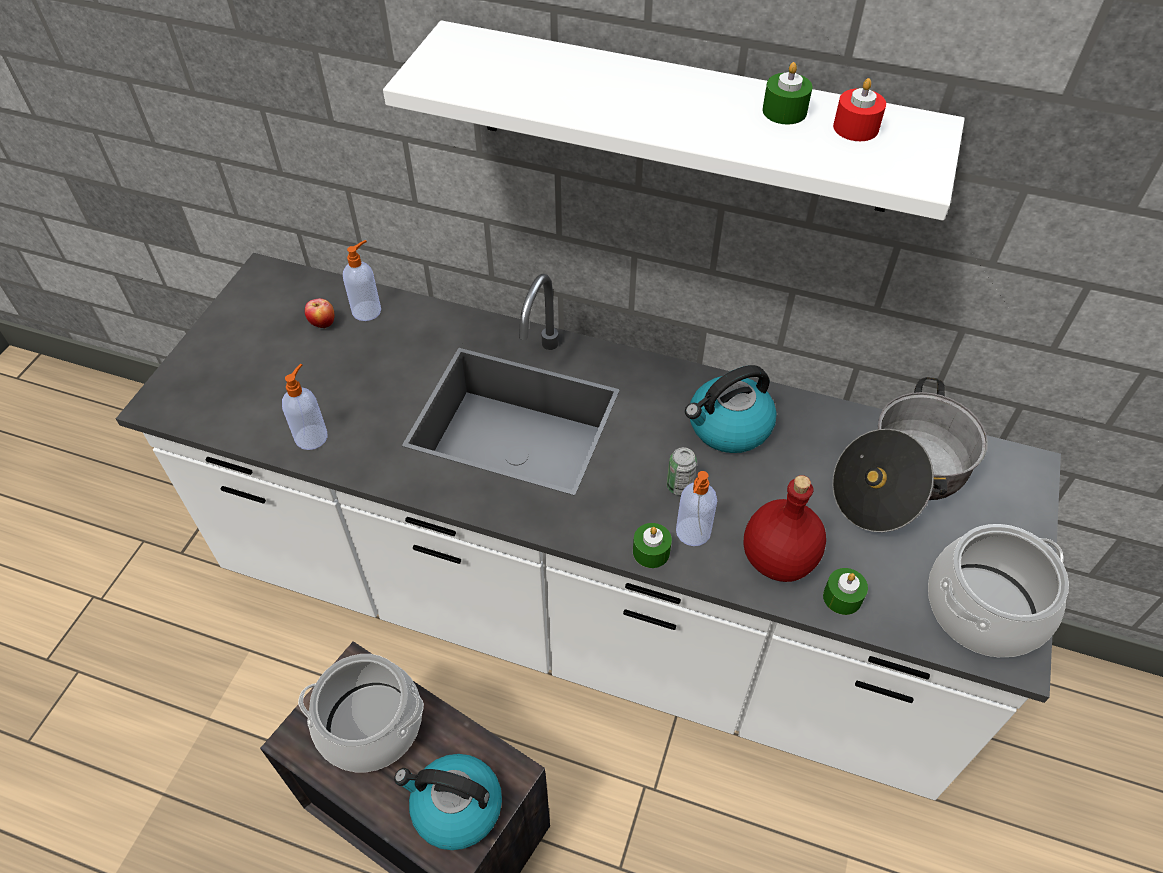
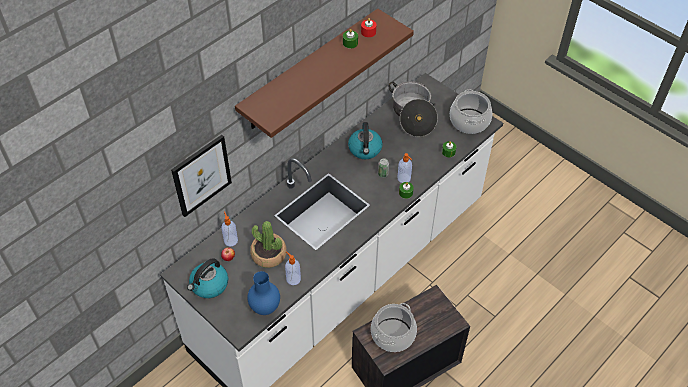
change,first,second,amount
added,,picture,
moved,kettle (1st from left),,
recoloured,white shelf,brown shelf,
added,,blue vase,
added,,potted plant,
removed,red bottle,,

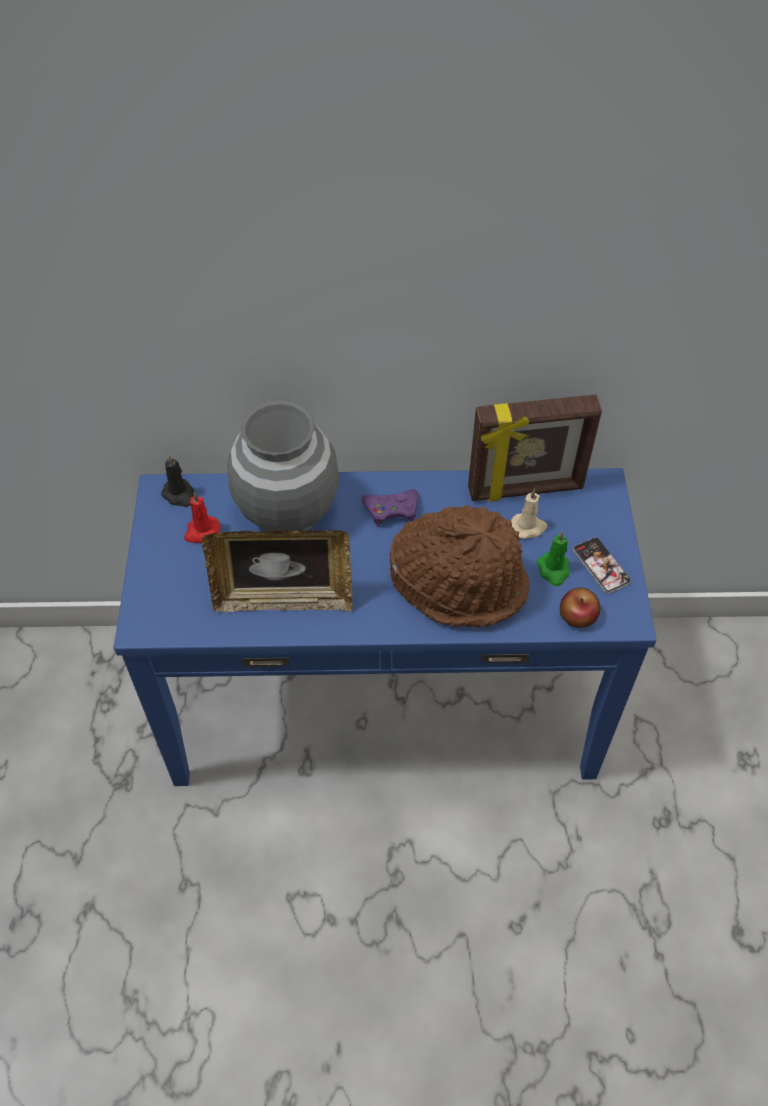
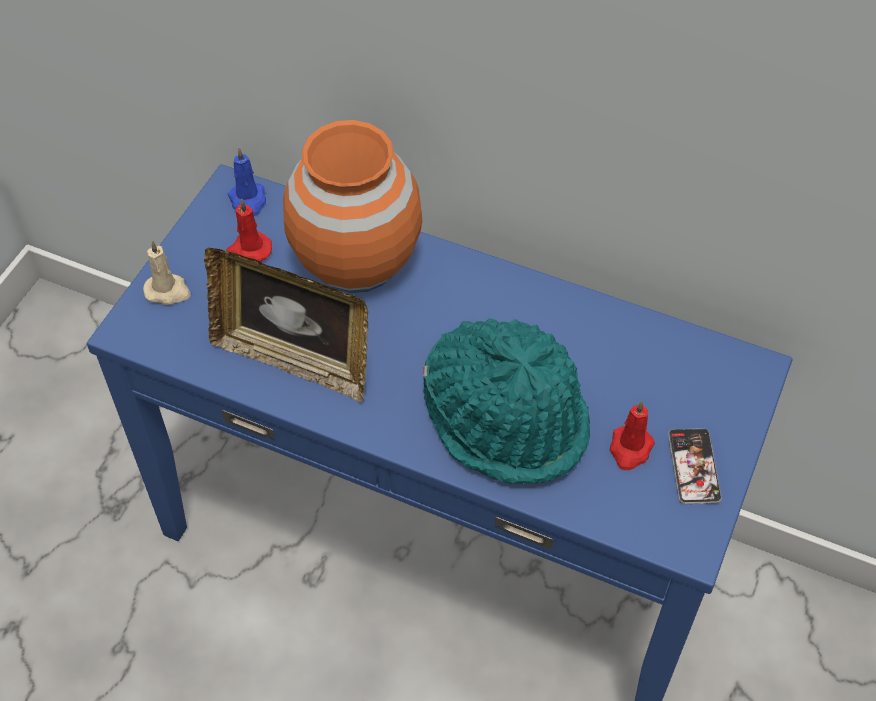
change,first,second,amount
moved,beige candle,,
recoloured,black candle,blue candle,
recoloured,grey vase,orange vase,
recoloured,brown hat,turquoise hat,
recoloured,green candle,red candle (2nd from left),
removed,purple game controller,,
removed,picture frame (2nd from left),,
removed,apple,,

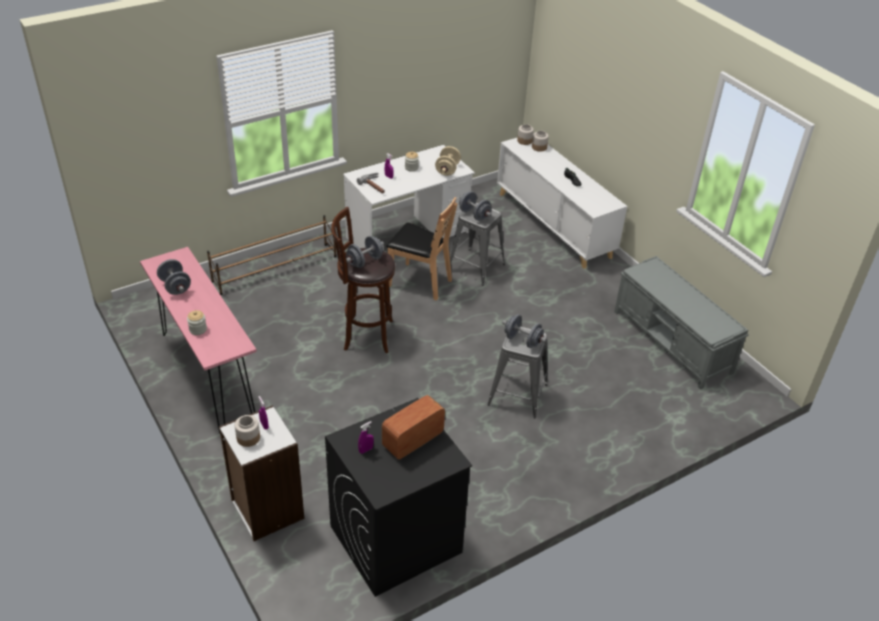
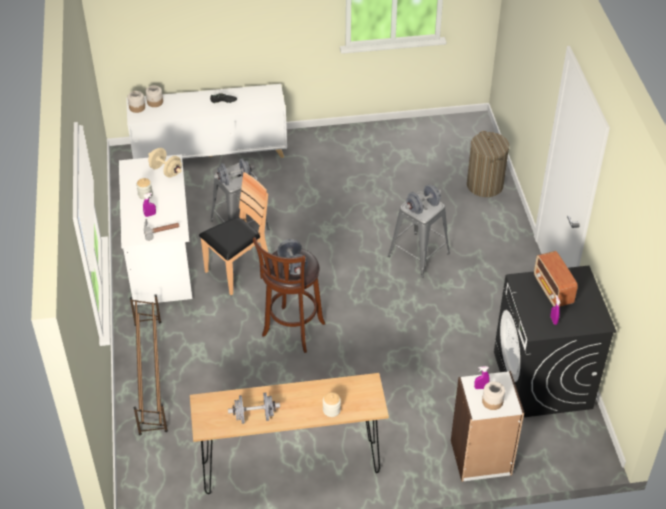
change,first,second,amount
recoloured,pink console table,brown console table,
added,,laundry basket,
removed,grey bench,,

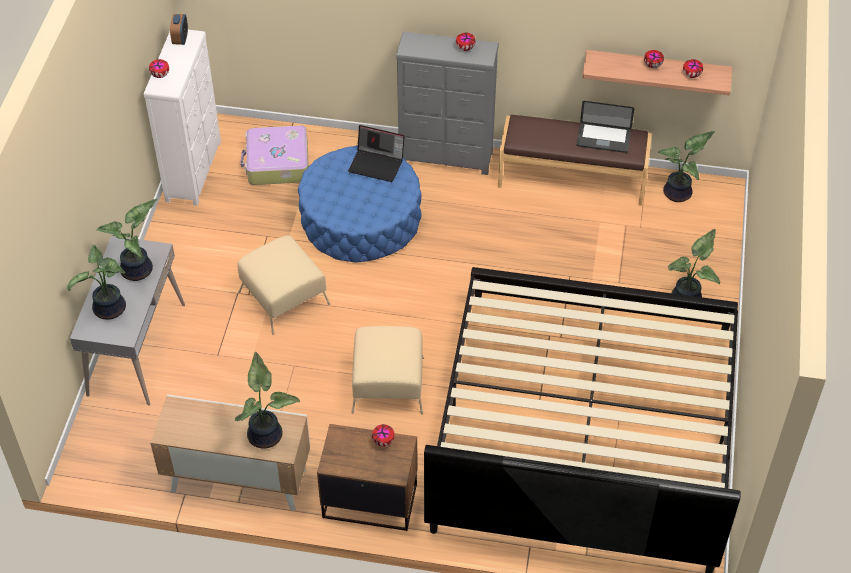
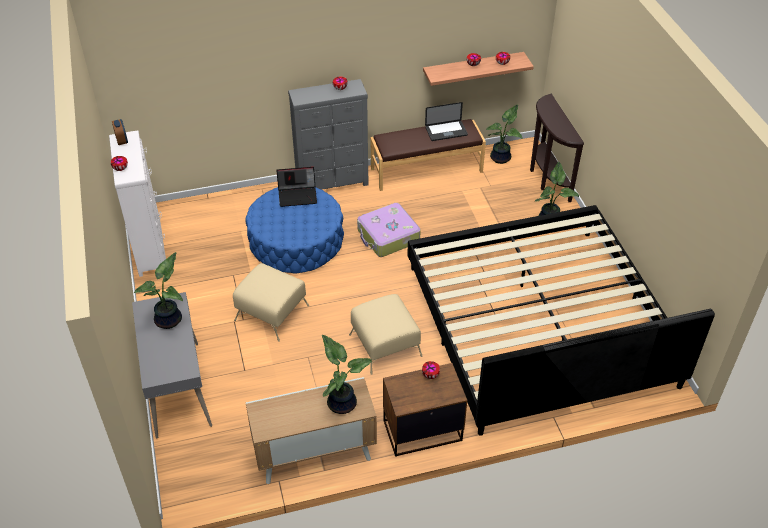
change,first,second,amount
moved,suitcase,,
added,,brown console table,
removed,potted plant (1st from left),,

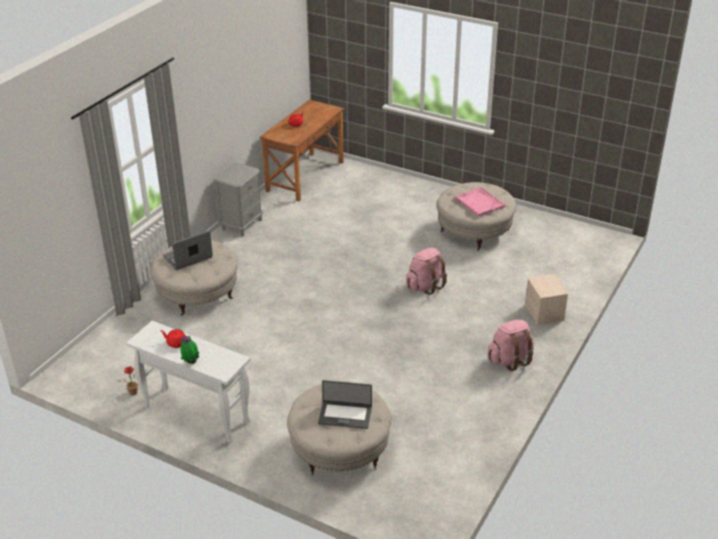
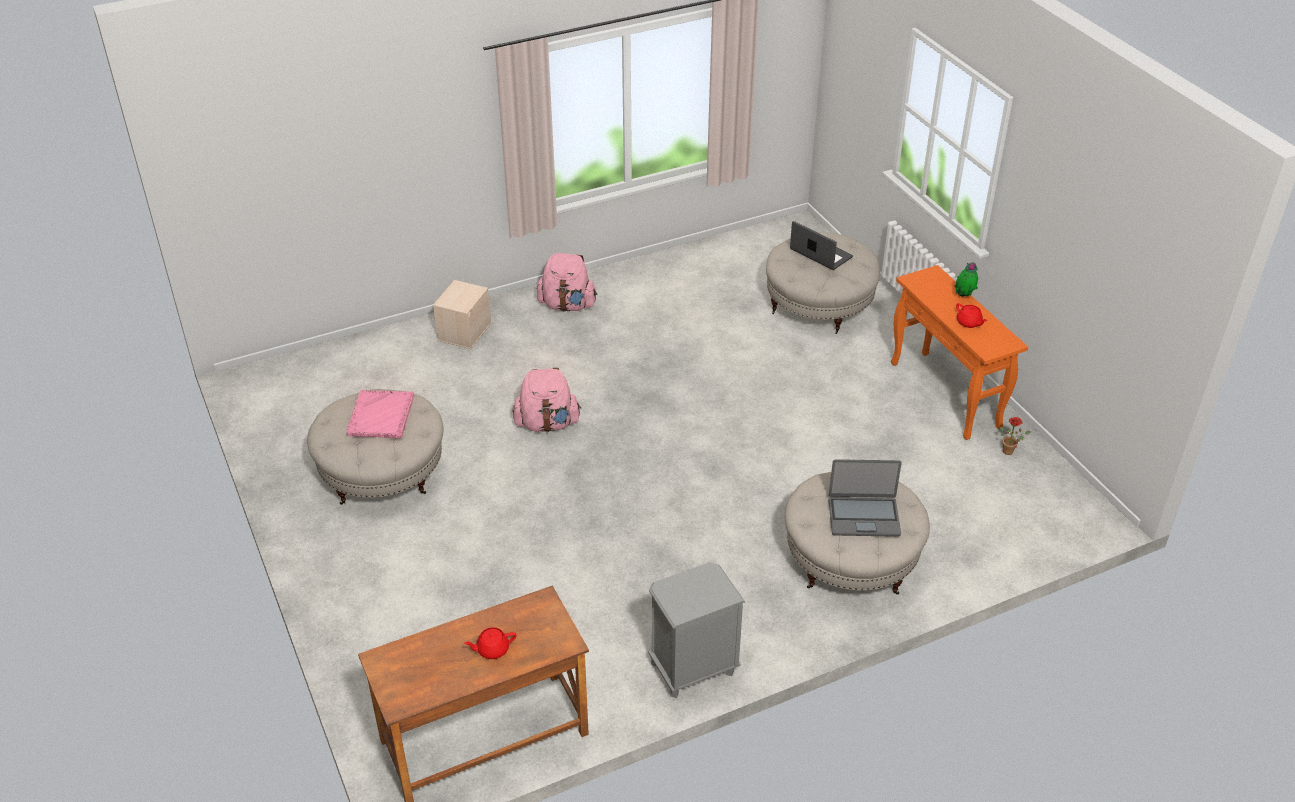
change,first,second,amount
recoloured,white console table,orange console table,

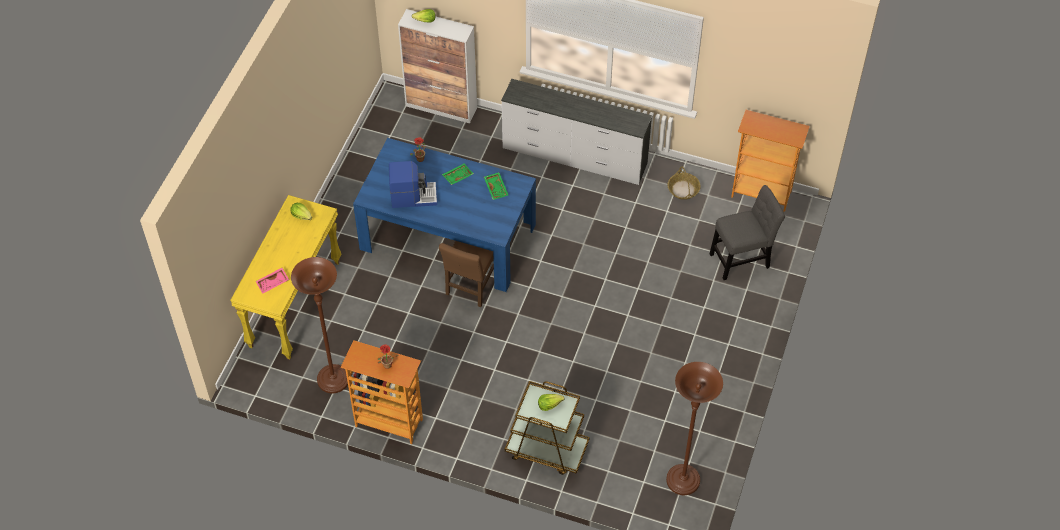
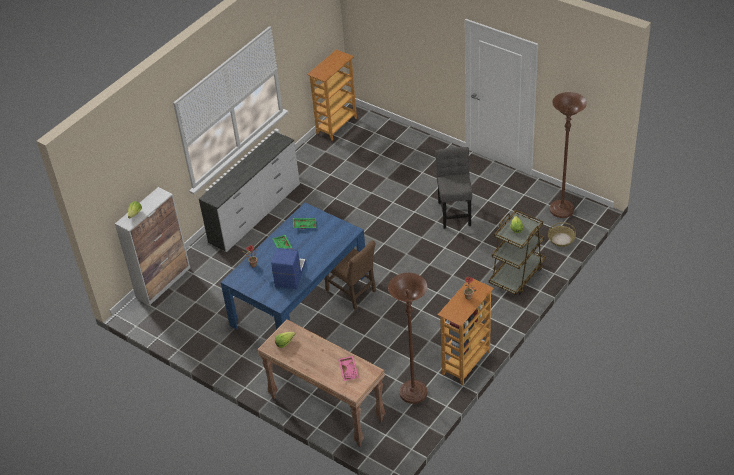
change,first,second,amount
recoloured,yellow console table,brown console table,
moved,grey chair,,
moved,basket,,

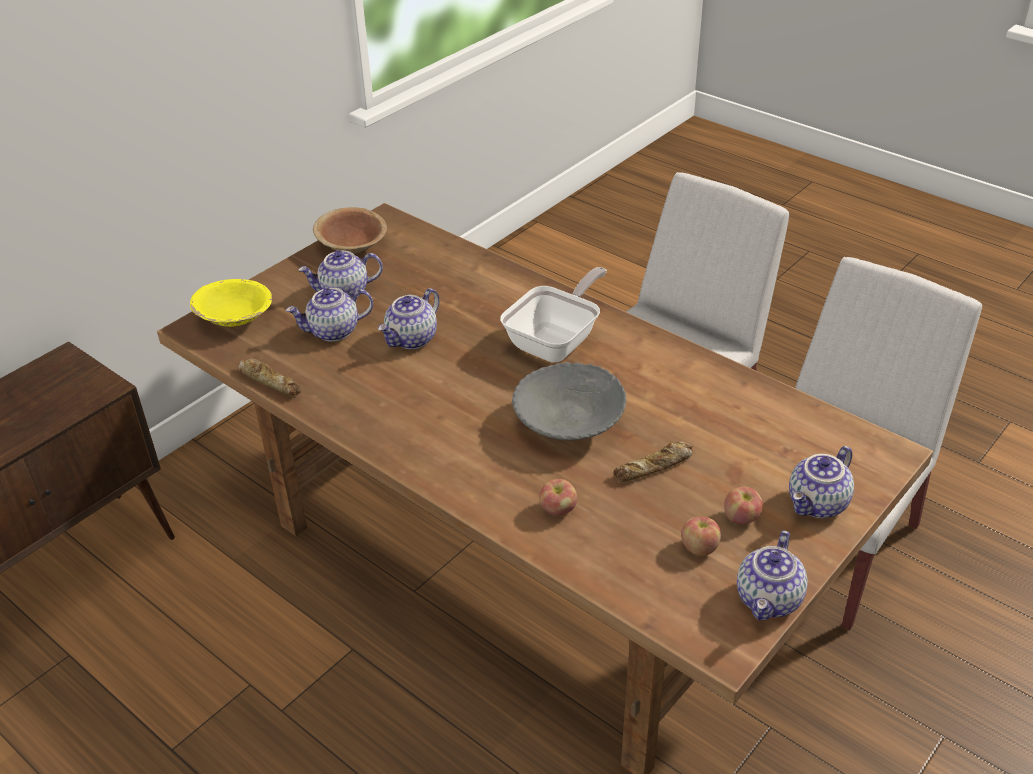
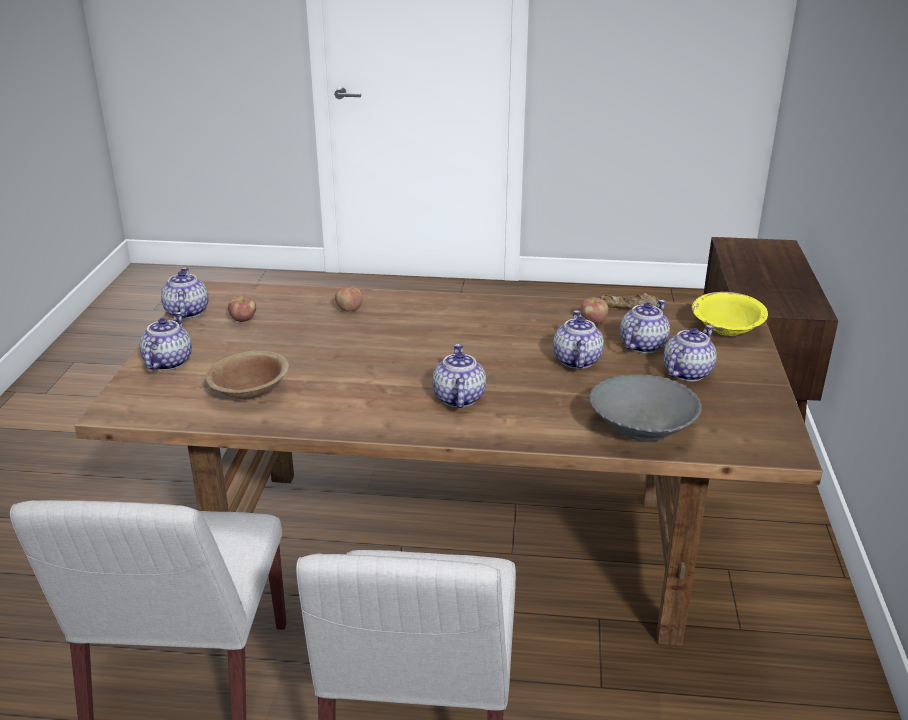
change,first,second,amount
moved,brown bowl,,
replaced,frying pan,teapot (3rd from left),
moved,apple (3rd from left),,
moved,grey bowl,,
removed,bread (2nd from left),,

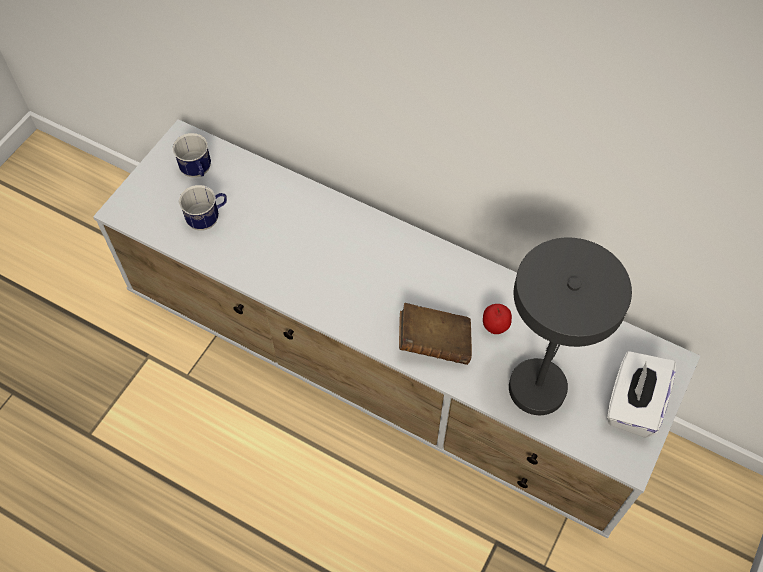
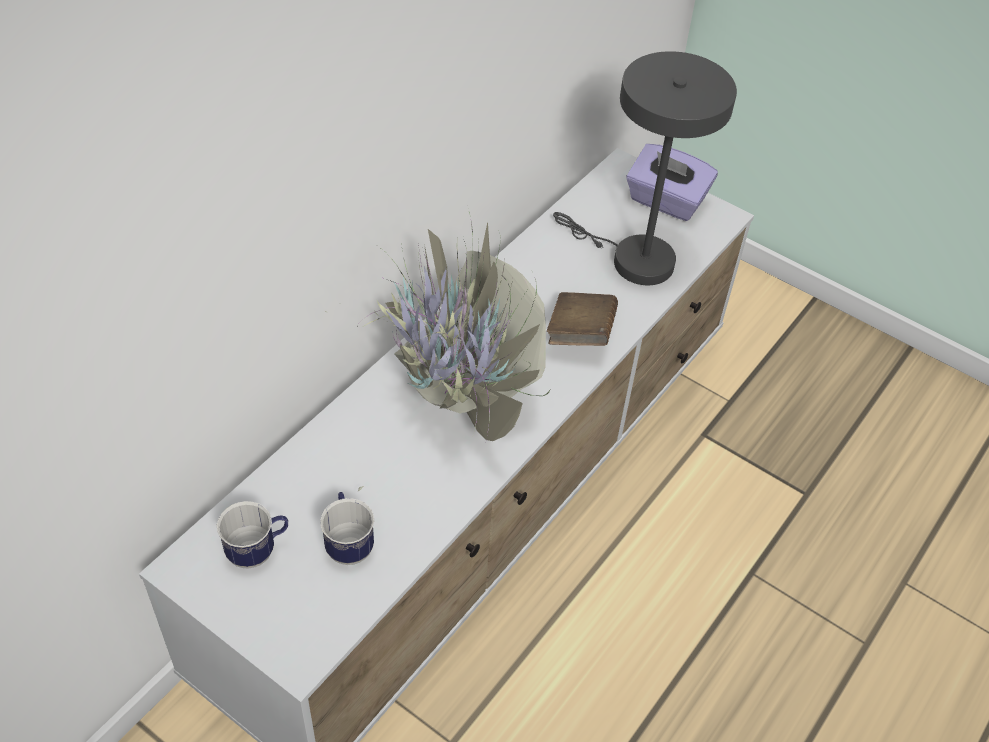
change,first,second,amount
added,,potted plant,
recoloured,white tissue box,purple tissue box,
removed,apple,,

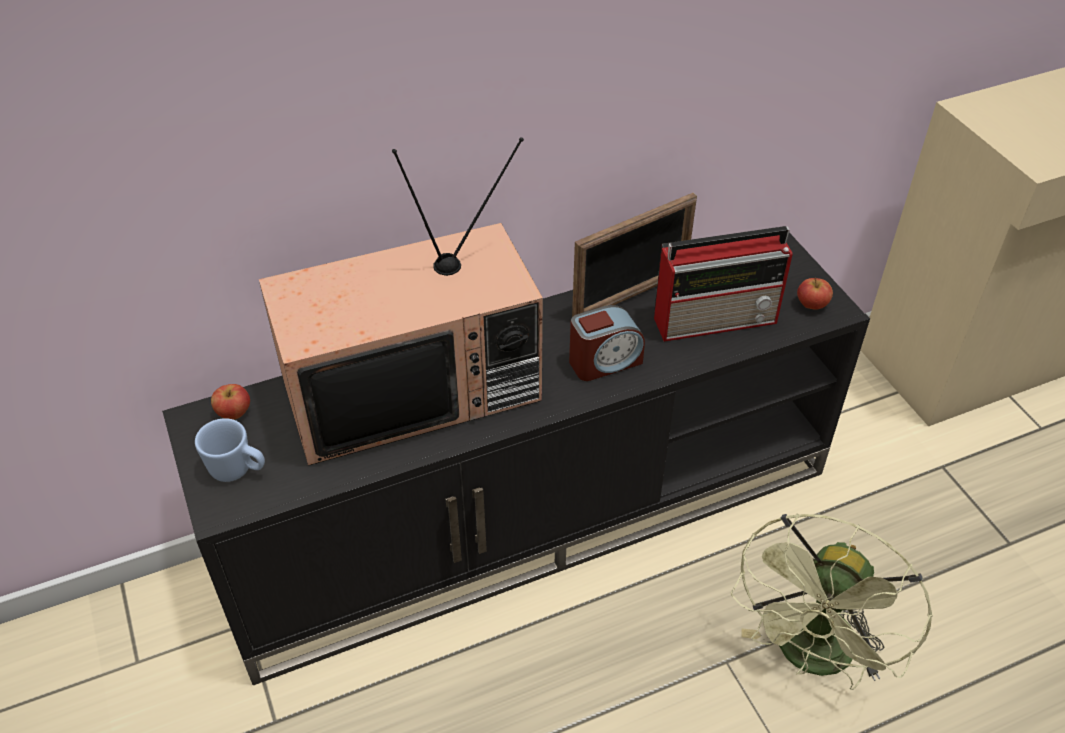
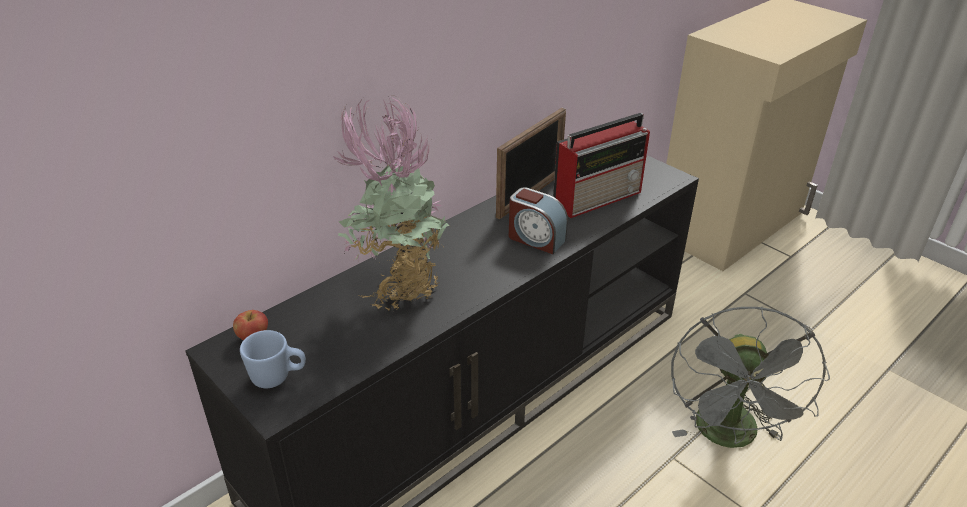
change,first,second,amount
replaced,television,potted plant,
turned,alarm clock,,75 degrees clockwise
recoloured,green fan,grey fan,
removed,apple (2nd from left),,

